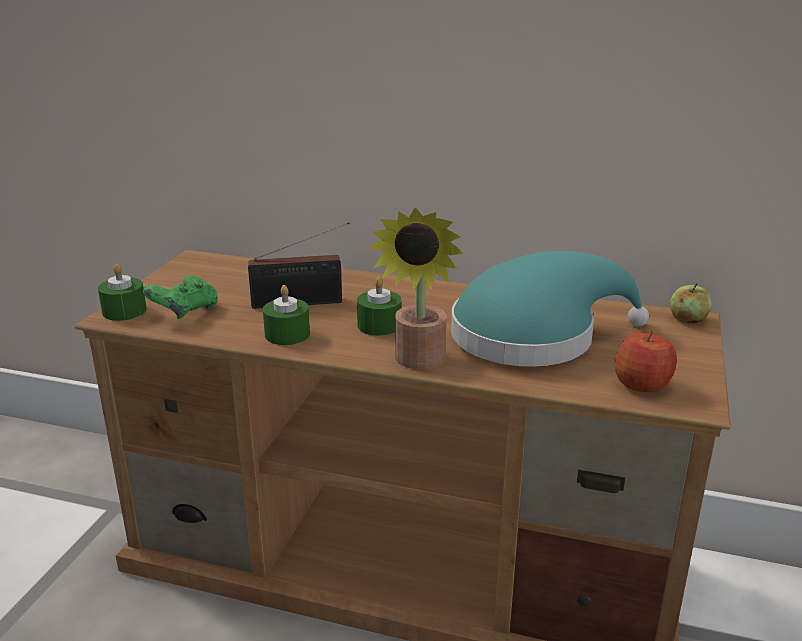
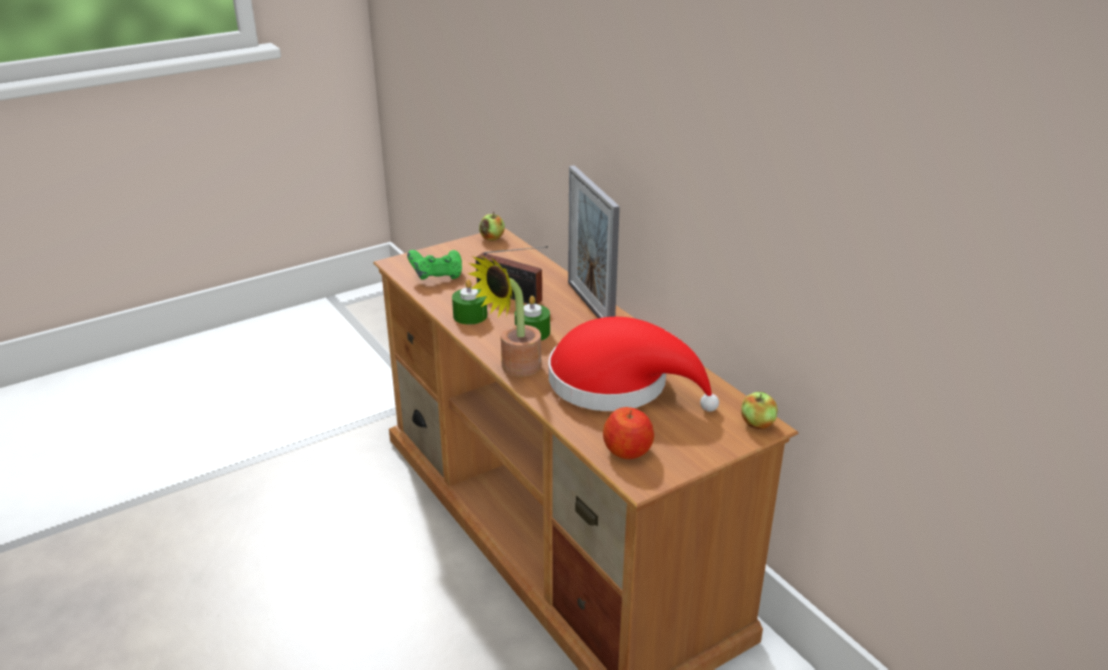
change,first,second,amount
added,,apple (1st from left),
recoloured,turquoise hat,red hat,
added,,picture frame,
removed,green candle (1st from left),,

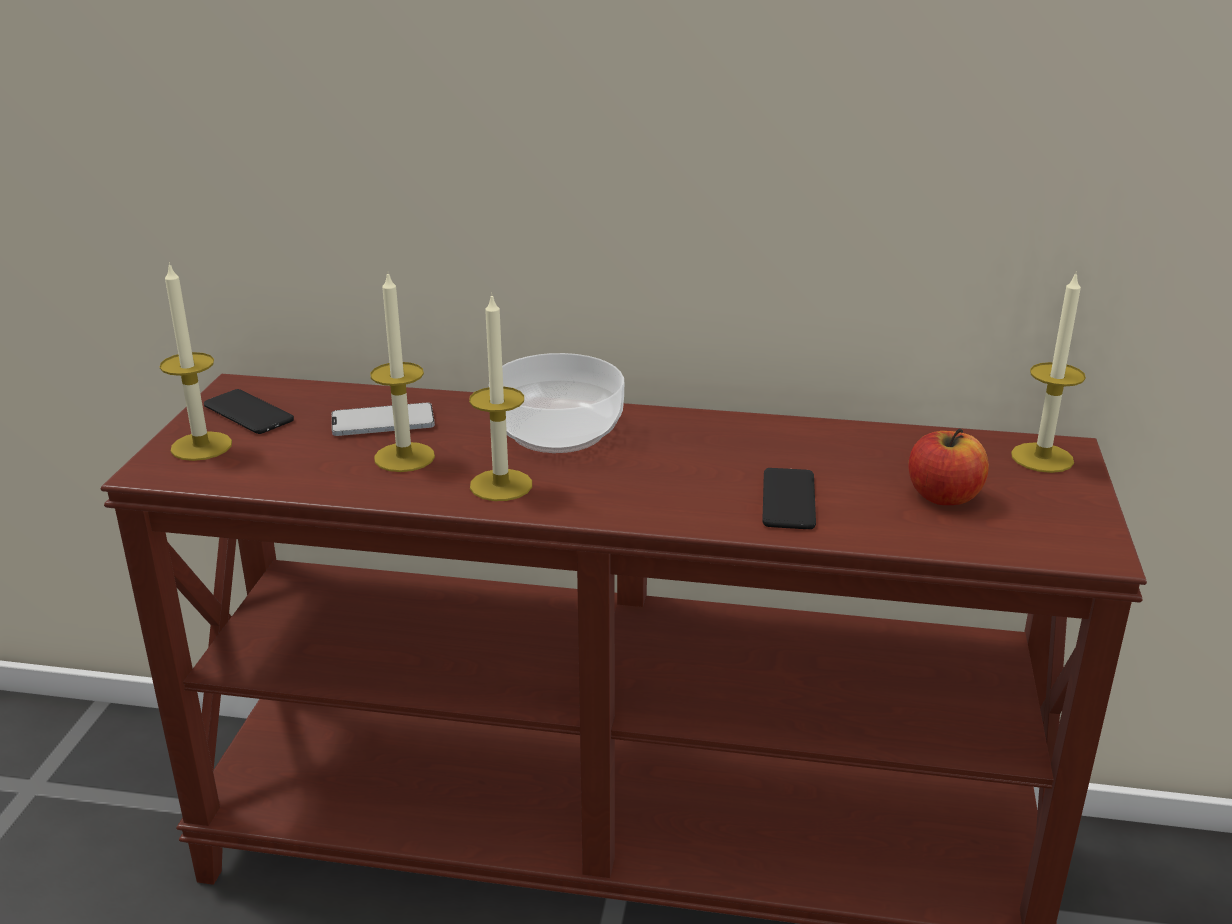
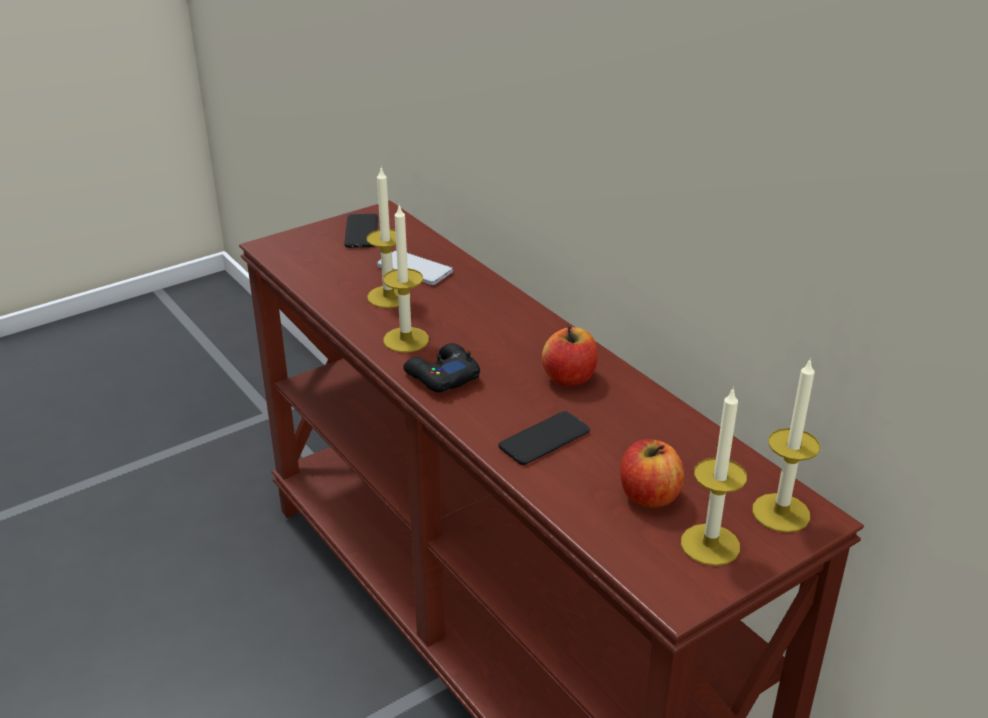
change,first,second,amount
added,,black game controller,
added,,apple (1st from left),
moved,candle (1st from left in the first image),candle (3rd from left),
removed,bowl,,

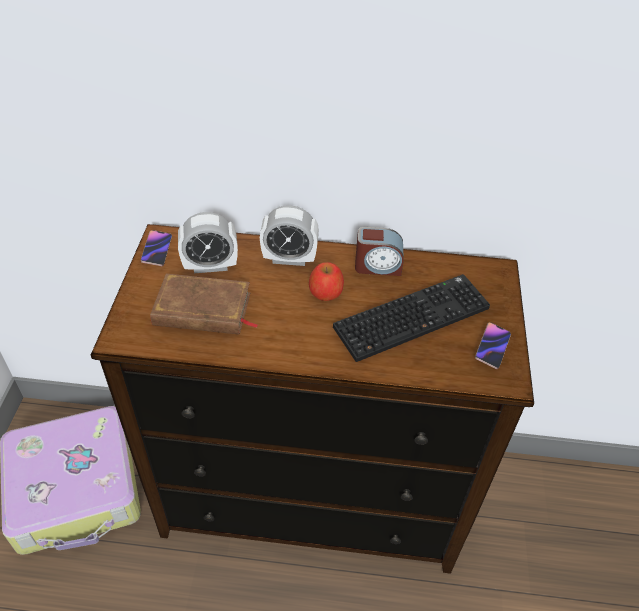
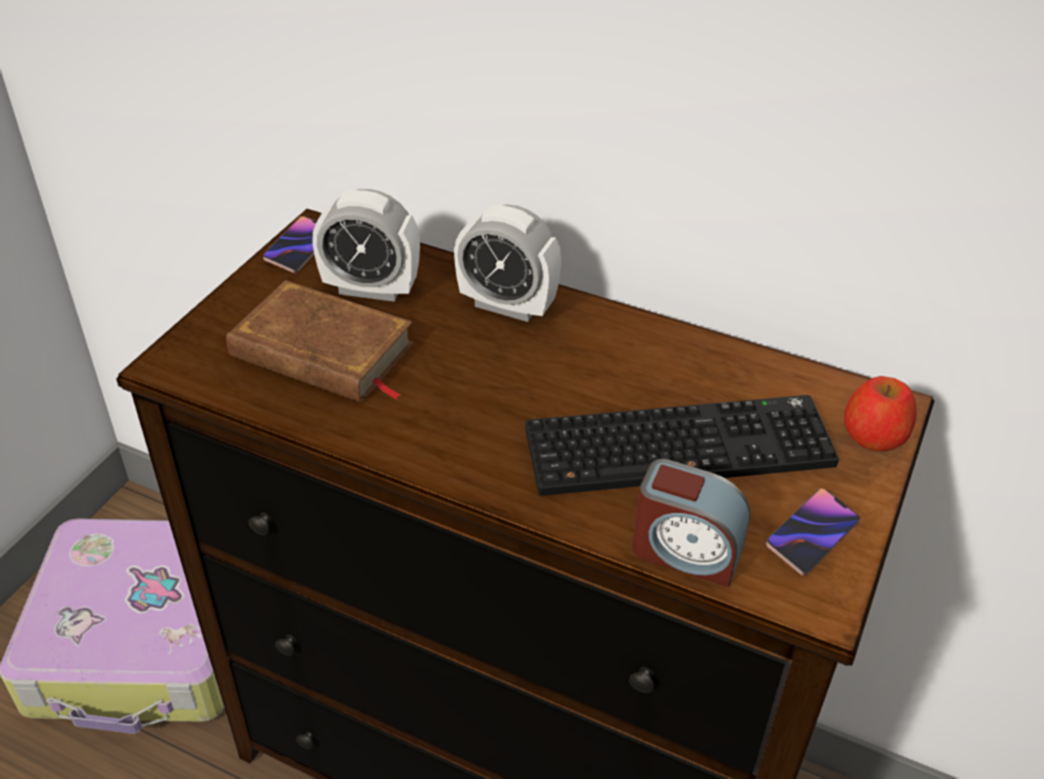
change,first,second,amount
moved,alarm clock (3rd from left),,
moved,apple,,

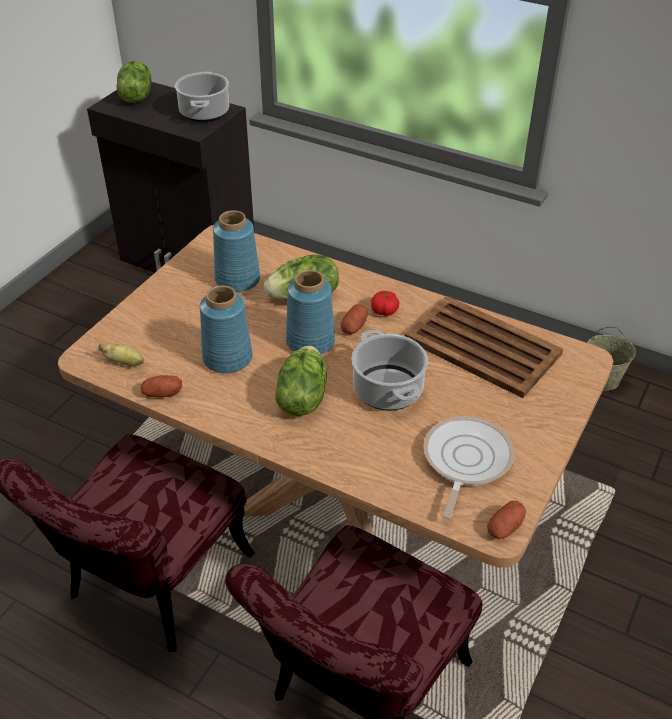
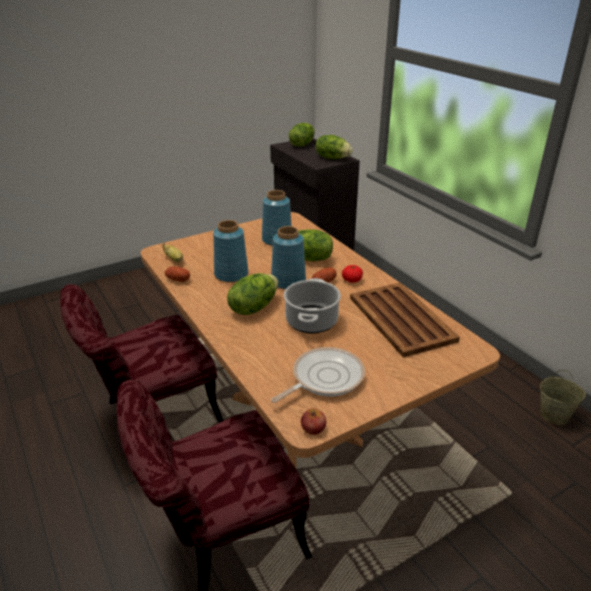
change,first,second,amount
replaced,potato (3rd from left),apple,
replaced,cooking pot (1st from left),lettuce (4th from left),

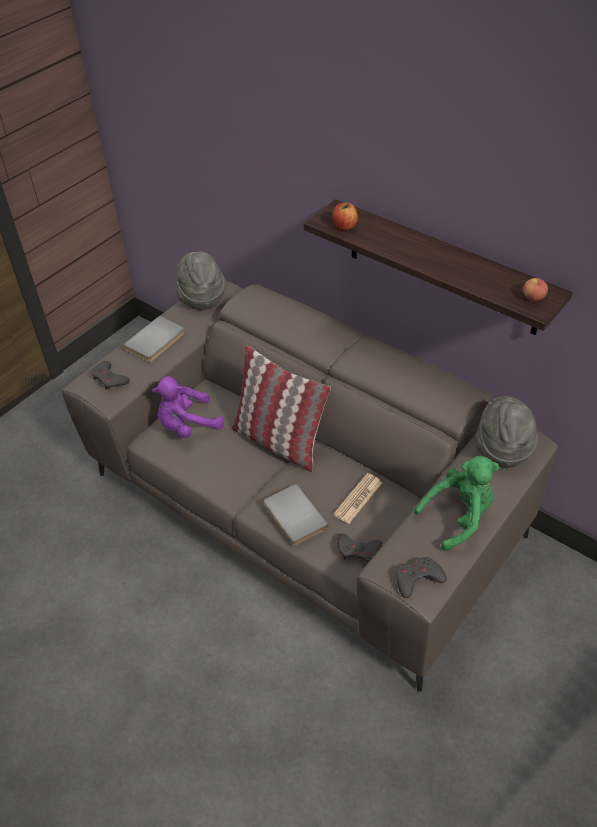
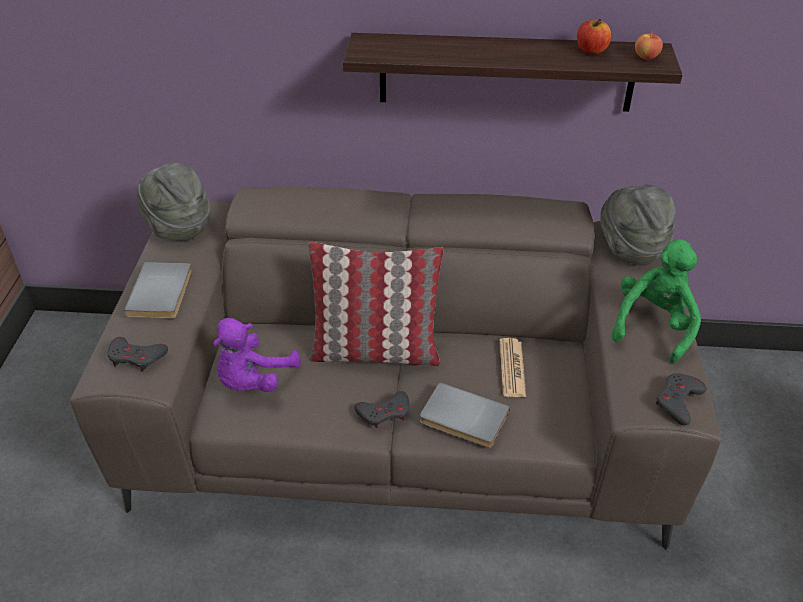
change,first,second,amount
moved,grey game controller (2nd from left),,
moved,apple (1st from left),,

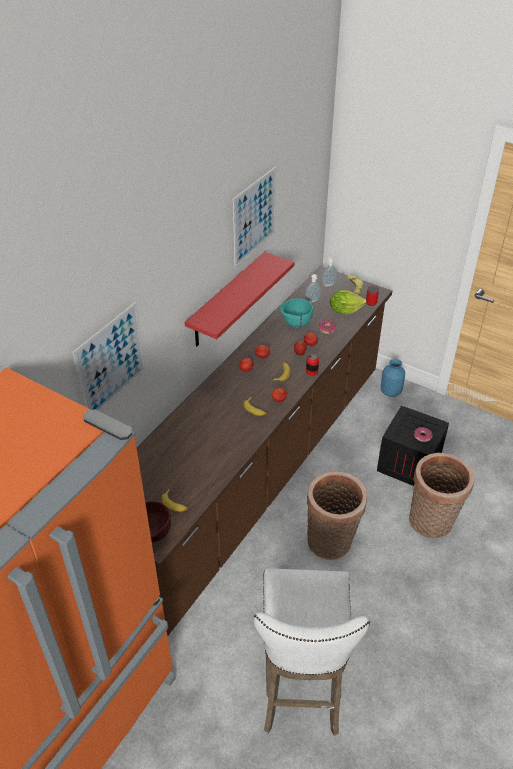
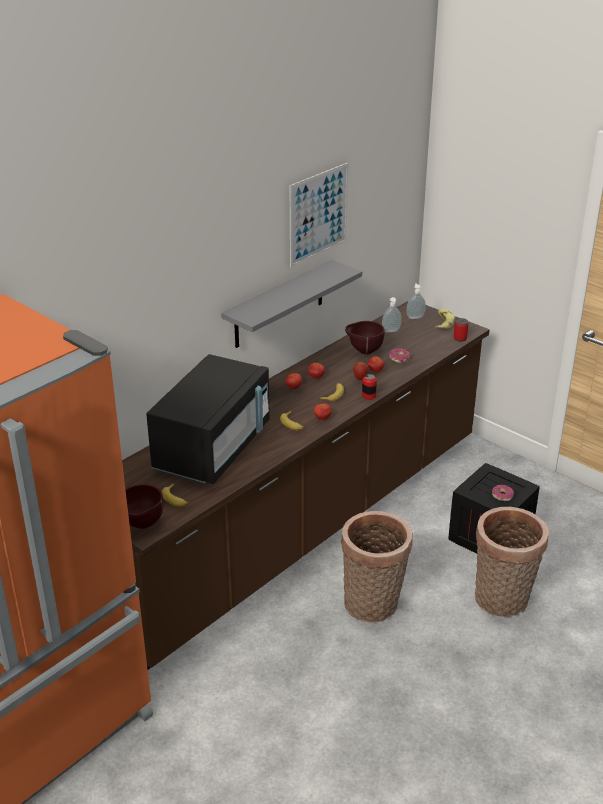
change,first,second,amount
added,,black microwave,
recoloured,red shelf,grey shelf,
recoloured,turquoise bowl,brown bowl (2nd from left),
removed,picture (1st from left),,
removed,white stool,,
removed,lettuce,,
removed,blue vase,,

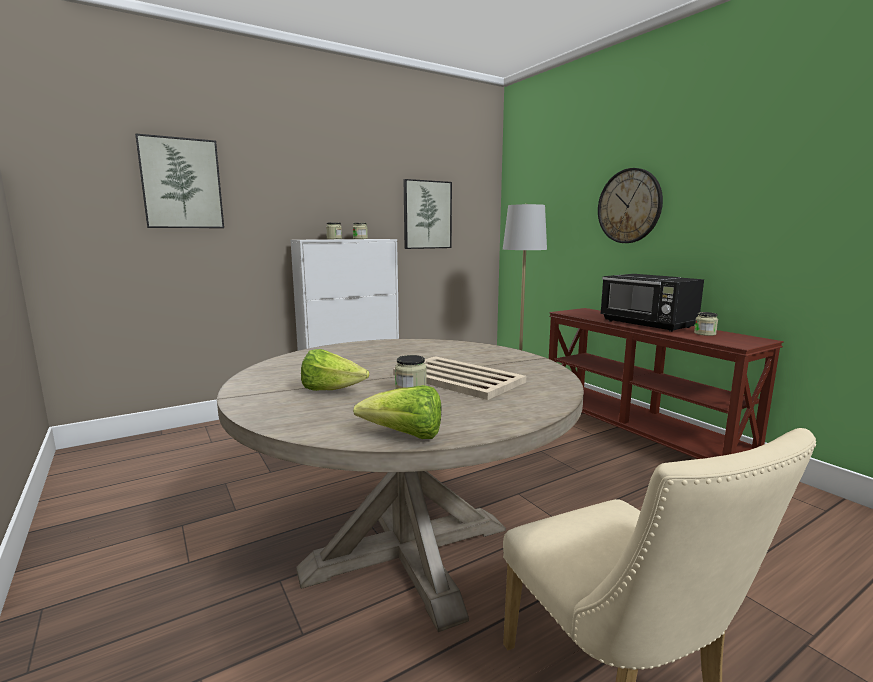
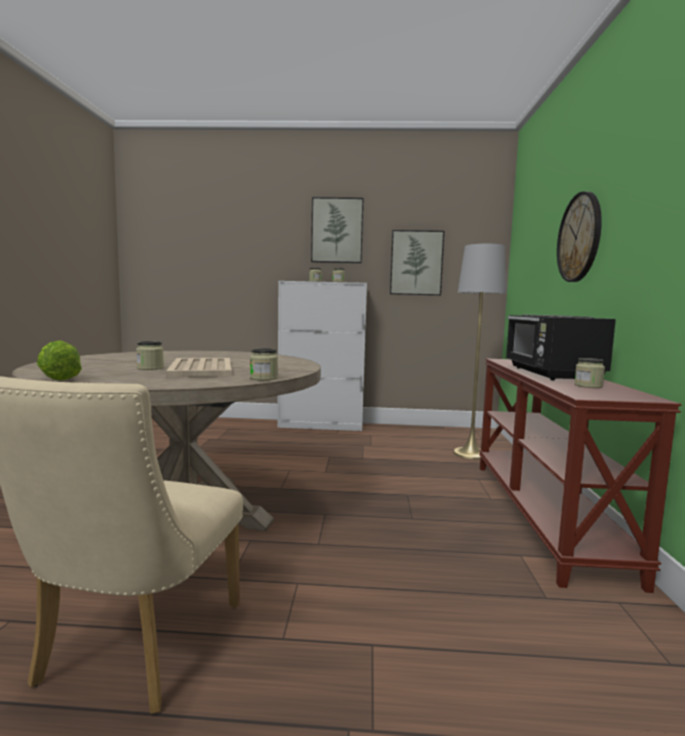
change,first,second,amount
added,,jar (2nd from left),
moved,picture (1st from left),,
removed,lettuce (1st from left),,

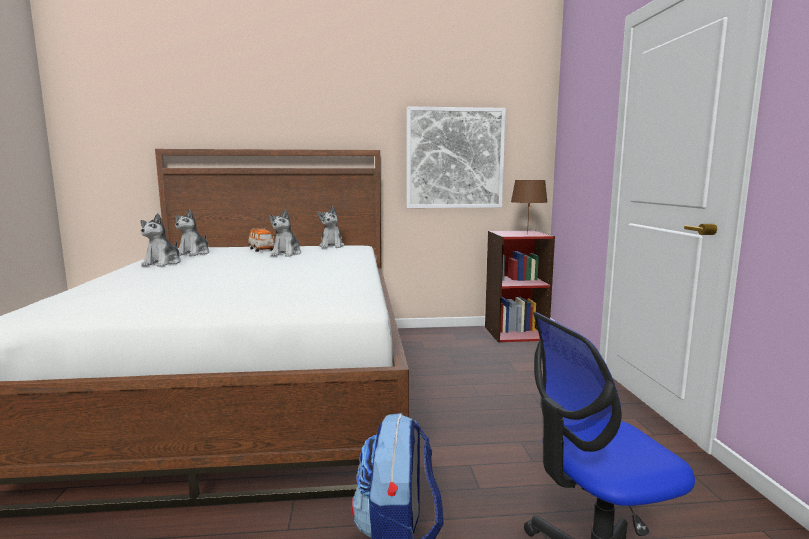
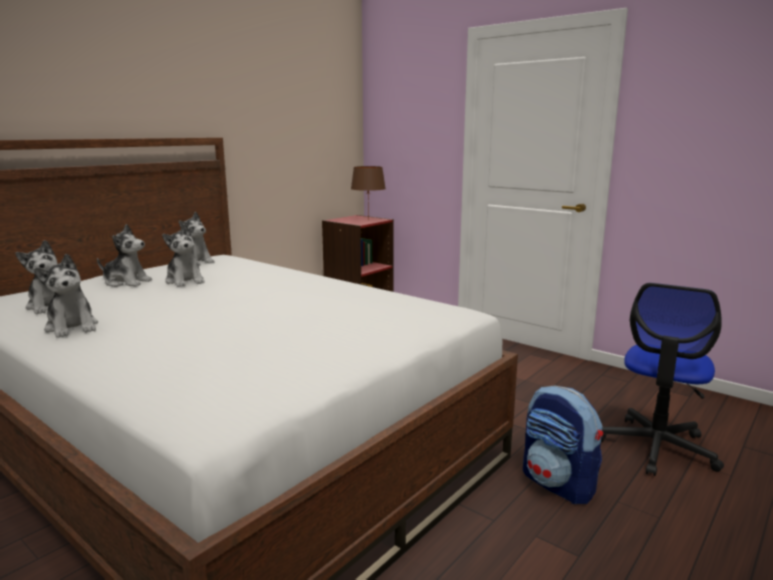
change,first,second,amount
replaced,toy car,plush toy (3rd from left),
removed,picture,,

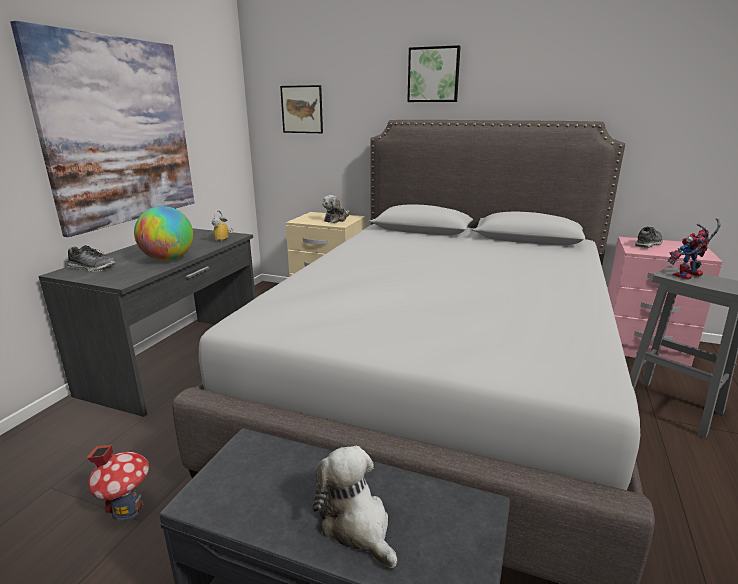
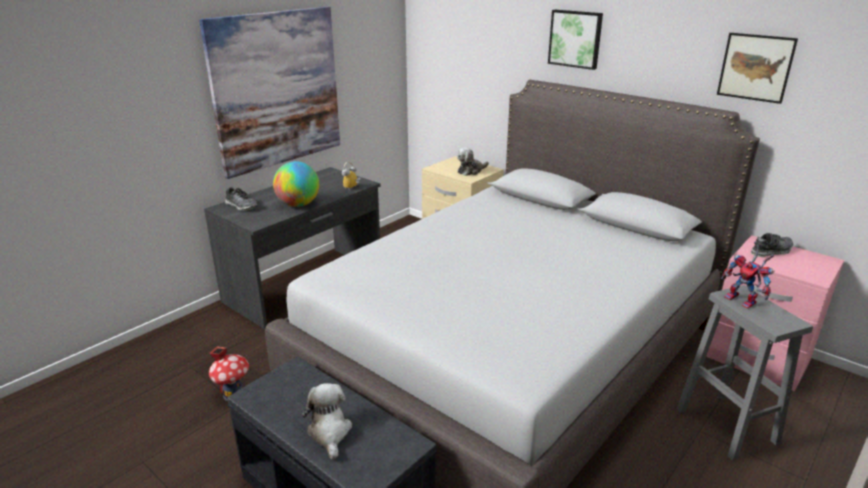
change,first,second,amount
moved,picture (2nd from left in the first image),picture (3rd from left),
turned,toy robot,,120 degrees counterclockwise

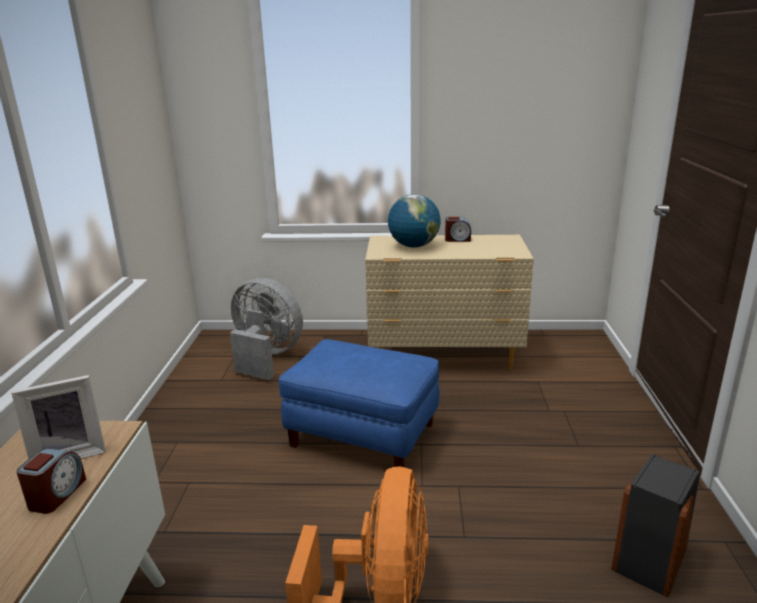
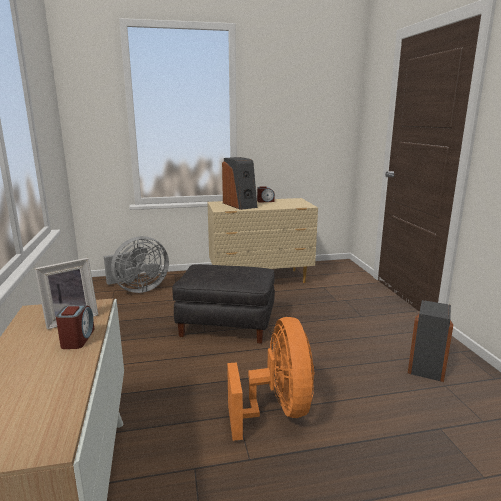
change,first,second,amount
turned,grey fan,,135 degrees clockwise
recoloured,blue ottoman,black ottoman,
replaced,globe,speaker (1st from left),

